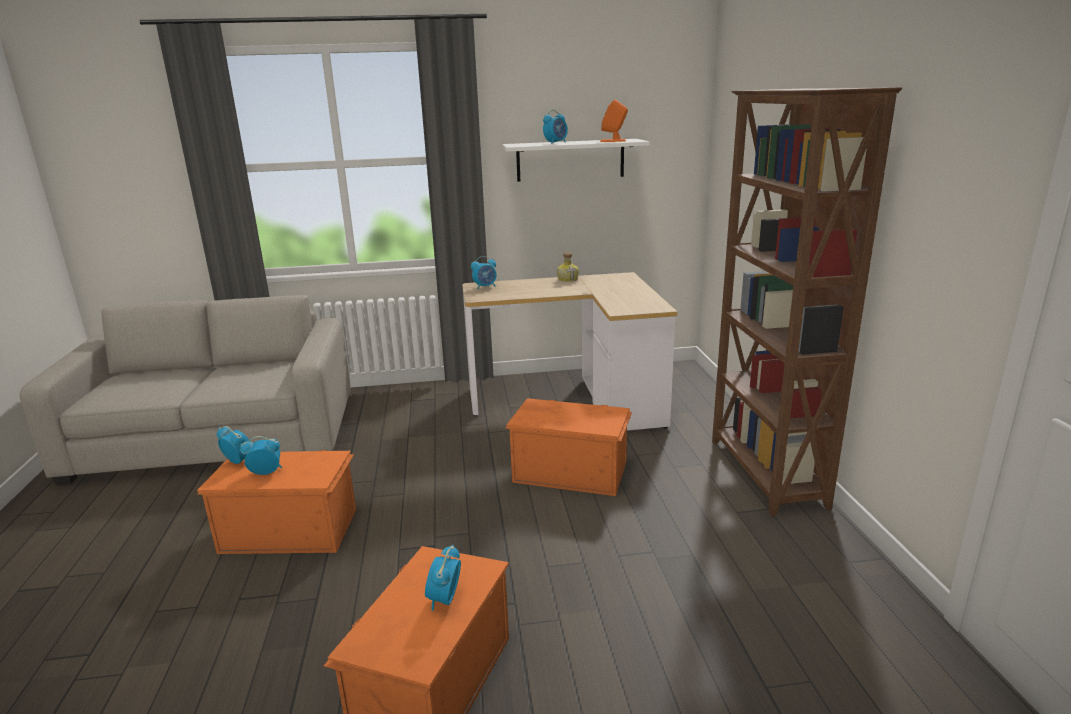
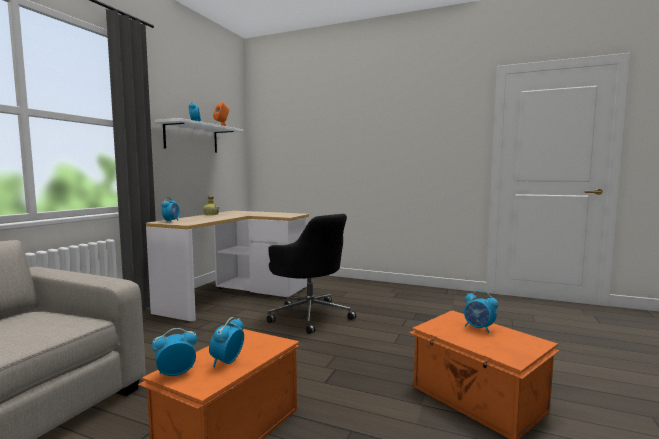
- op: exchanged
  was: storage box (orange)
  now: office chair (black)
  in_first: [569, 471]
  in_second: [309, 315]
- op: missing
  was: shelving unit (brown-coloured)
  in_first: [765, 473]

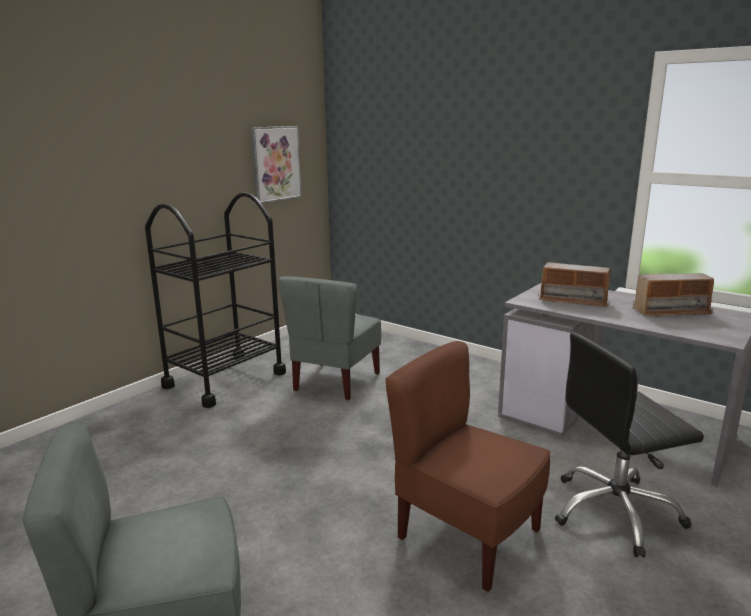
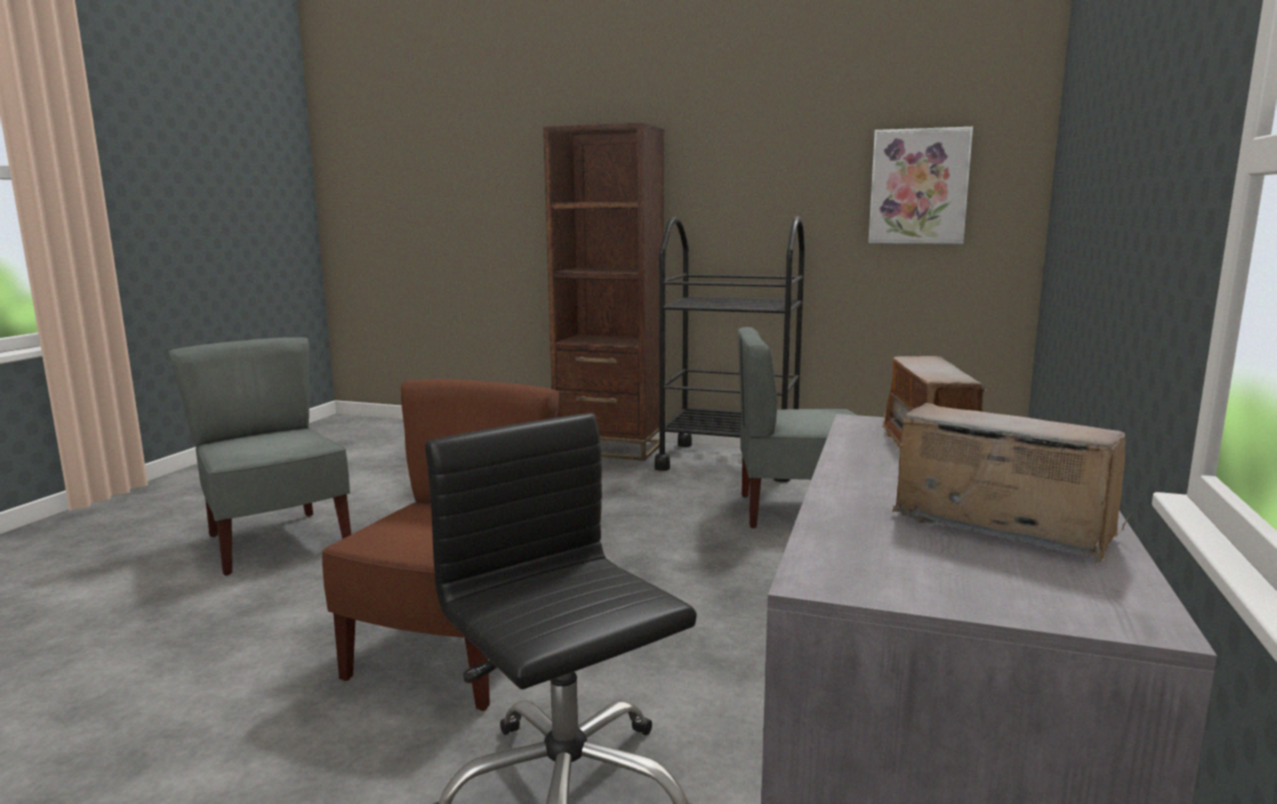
- op: appeared
  now: shelving unit (brown-coloured)
  in_second: [609, 447]
- op: spun
  was: radio receiver
  in_first: [670, 312]
  in_second: [998, 527]
  clockwise: 150

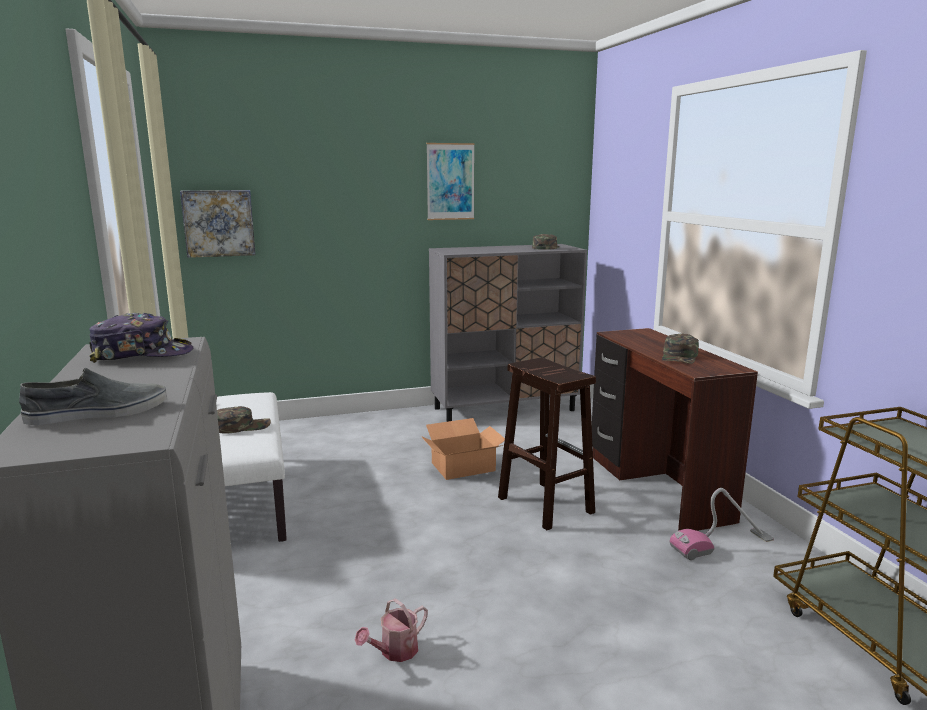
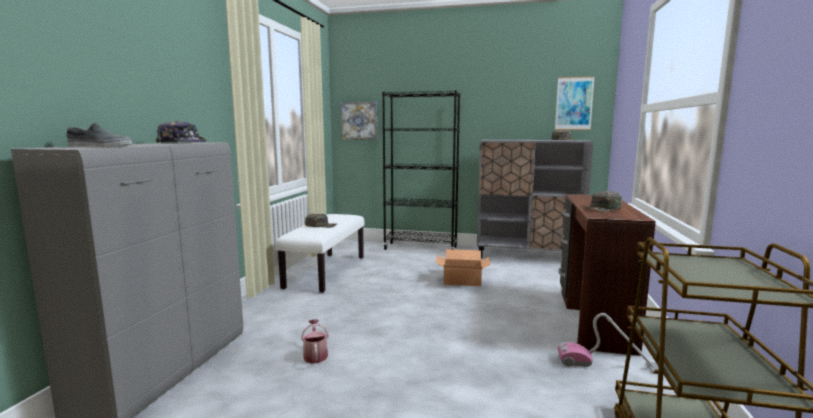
- op: spun
  was: watering can
  in_first: [394, 652]
  in_second: [315, 355]
  clockwise: 90
- op: appeared
  now: shelving unit (black)
  in_second: [421, 248]
- op: relocated
  was: picture
  in_first: [450, 181]
  in_second: [574, 103]
- op: missing
  was: stool (brown-coloured)
  in_first: [544, 504]

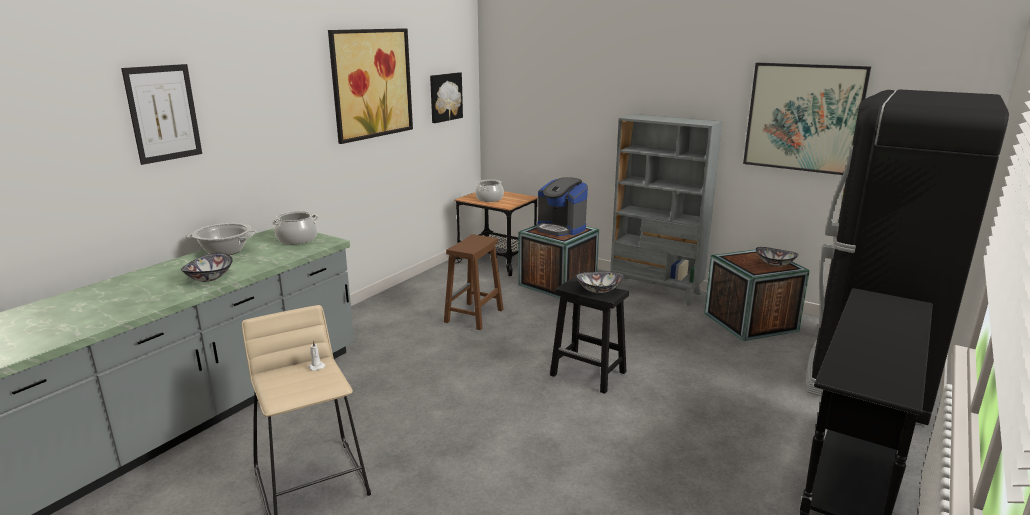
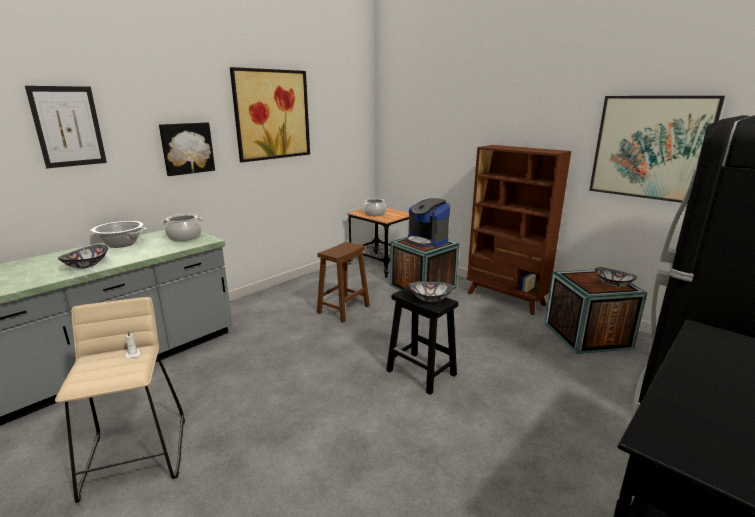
- op: relocated
  was: picture
  in_first: [445, 97]
  in_second: [187, 148]
- op: colour
  was: shelving unit (gray)
  now: shelving unit (brown-coloured)
  in_first: [656, 291]
  in_second: [505, 299]

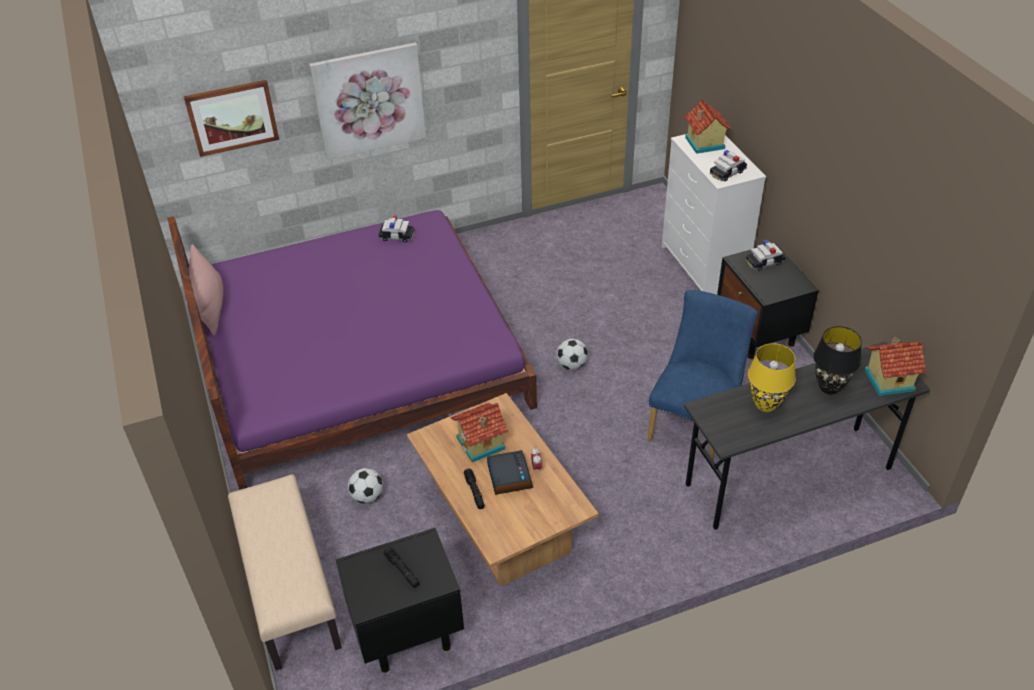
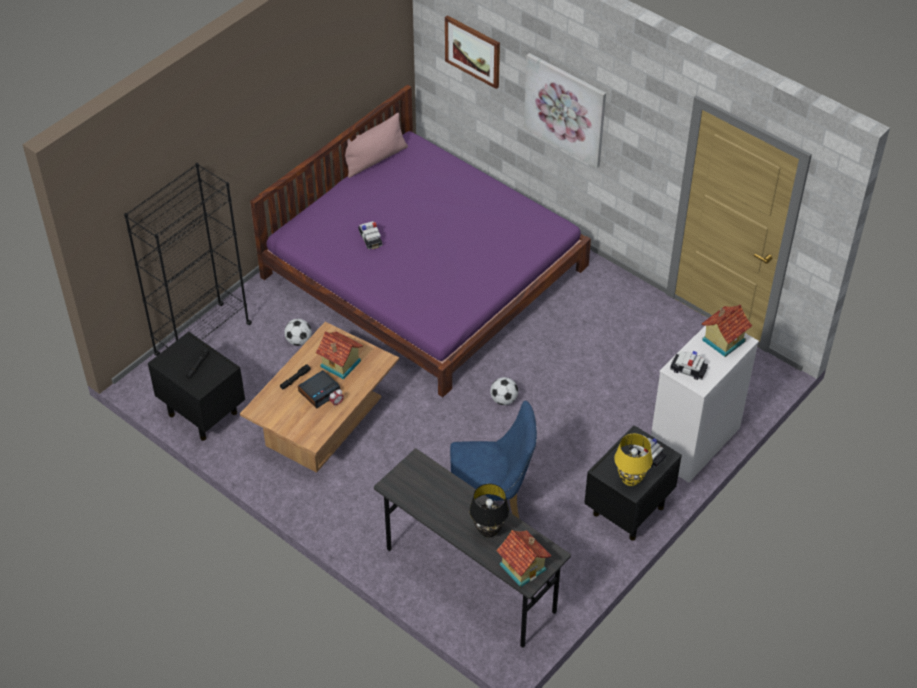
- op: exchanged
  was: indoor bench (sand-coloured)
  now: shelving unit (black)
  in_first: [289, 589]
  in_second: [202, 339]
- op: relocated
  was: toy car
  in_first: [397, 236]
  in_second: [370, 239]
- op: relocated
  was: table lamp (yellow)
  in_first: [765, 406]
  in_second: [630, 480]

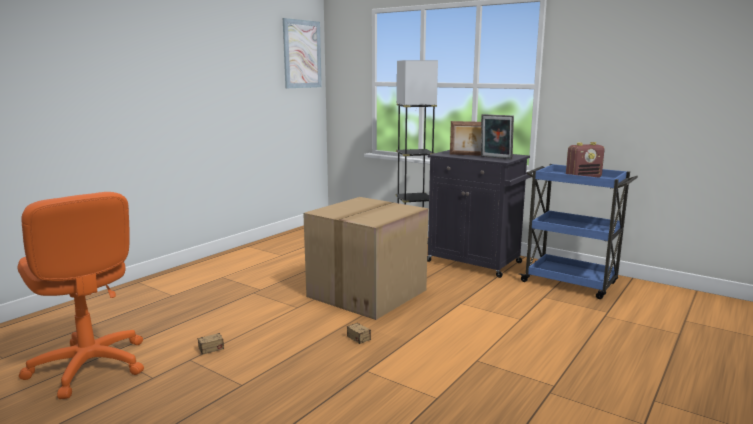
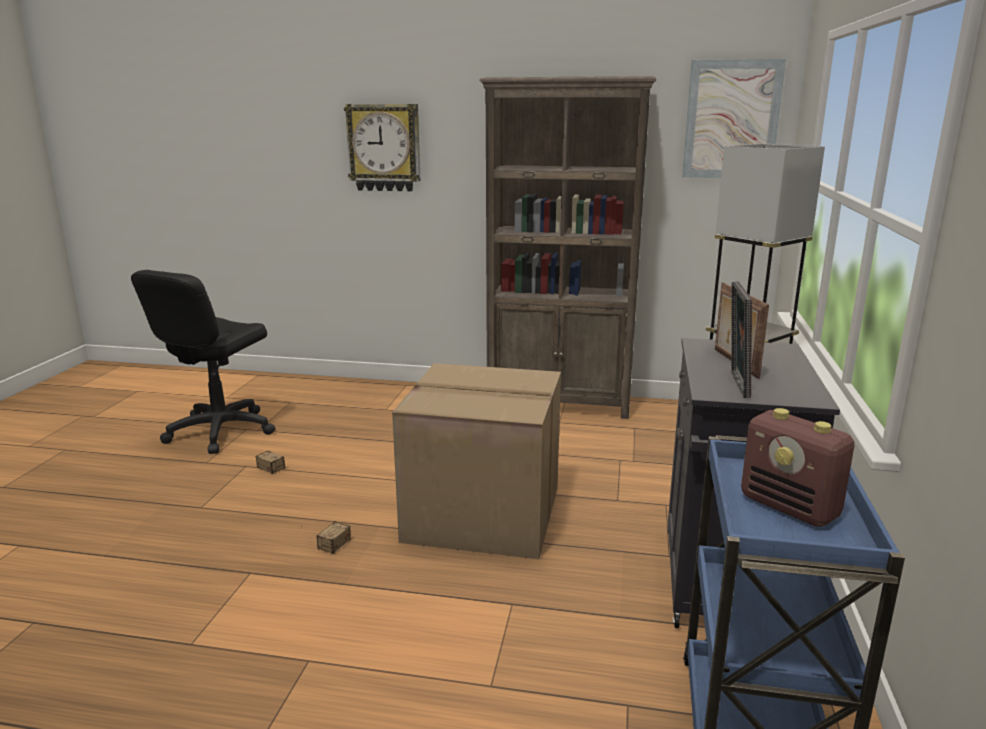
- op: colour
  was: office chair (orange)
  now: office chair (black)
  in_first: [89, 366]
  in_second: [220, 431]
- op: appeared
  now: hanging clock
  in_second: [384, 148]
- op: appeared
  now: shelving unit (brown-coloured)
  in_second: [560, 403]

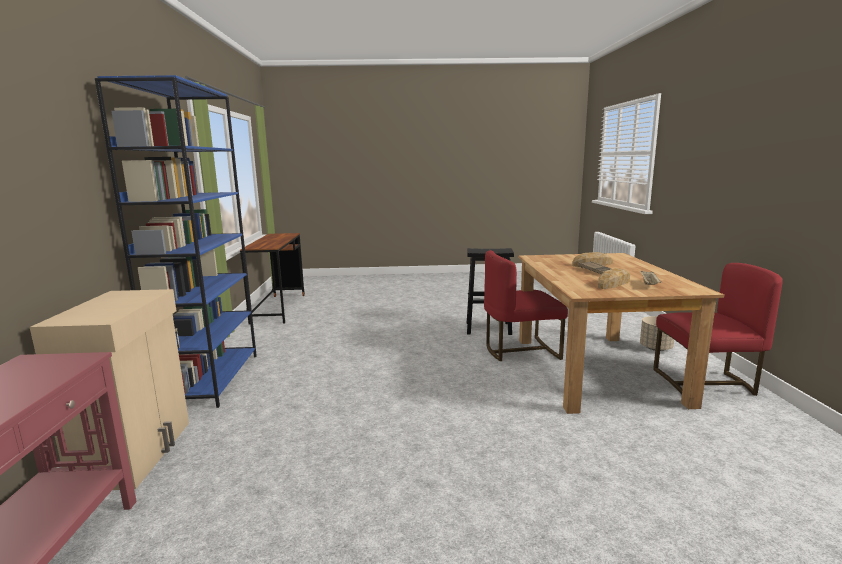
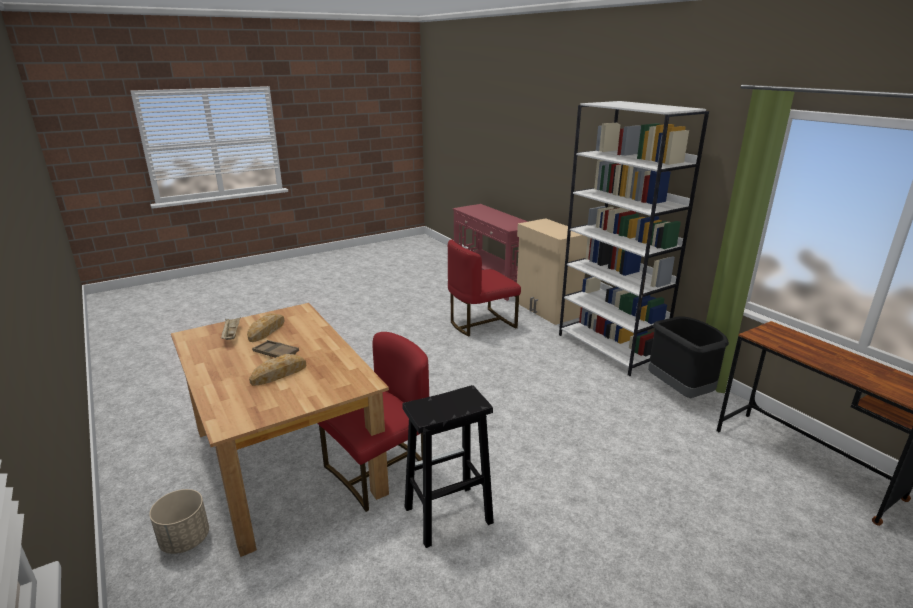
- op: relocated
  was: chair (red)
  in_first: [706, 384]
  in_second: [481, 323]
- op: colour
  was: shelving unit (bluish)
  now: shelving unit (white-coloured)
  in_first: [209, 379]
  in_second: [610, 348]
- op: appeared
  now: rubbish bin (black)
  in_second: [680, 392]

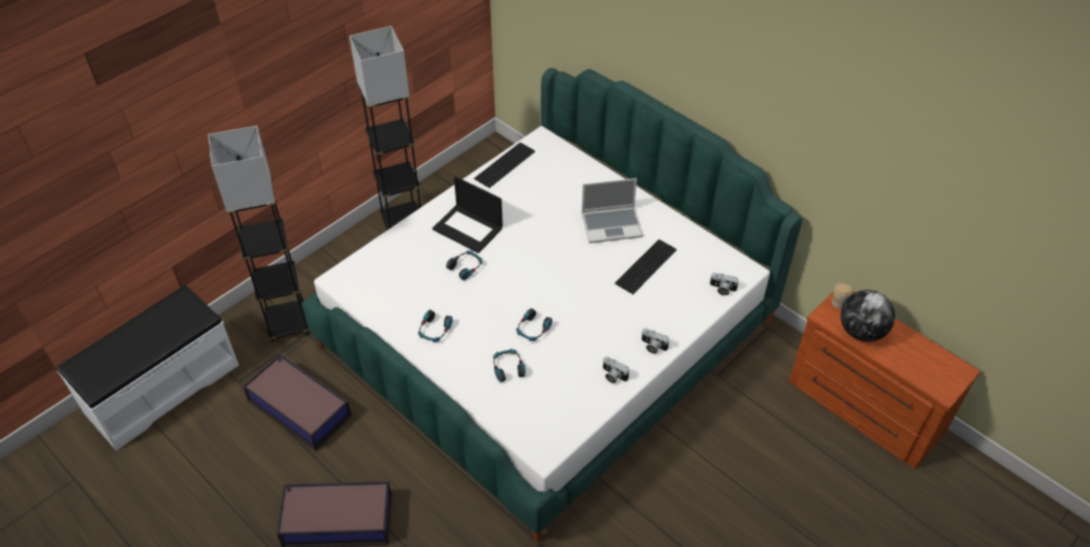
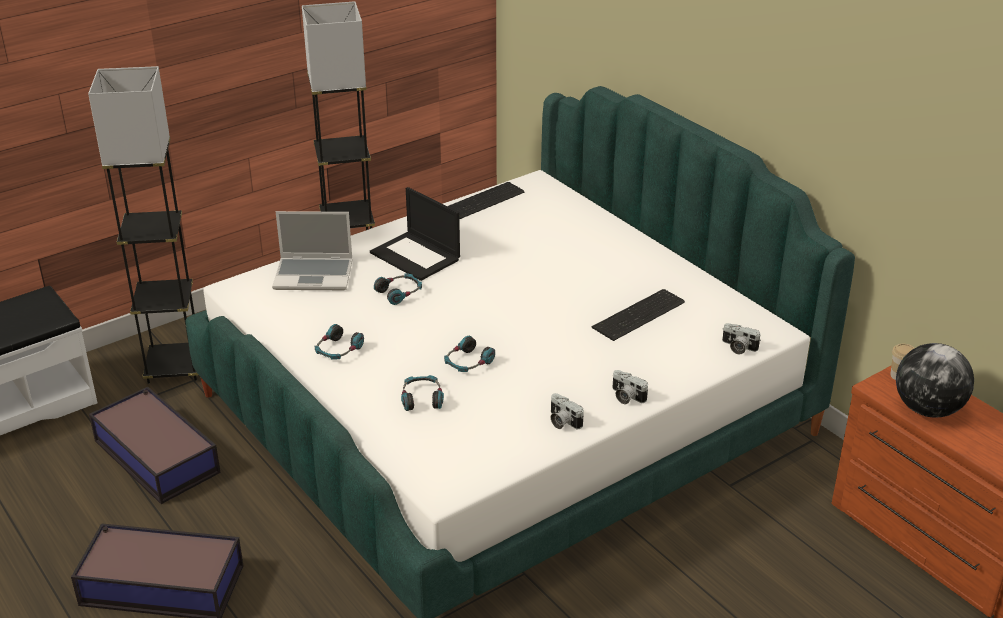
- op: relocated
  was: laptop
  in_first: [612, 225]
  in_second: [314, 275]

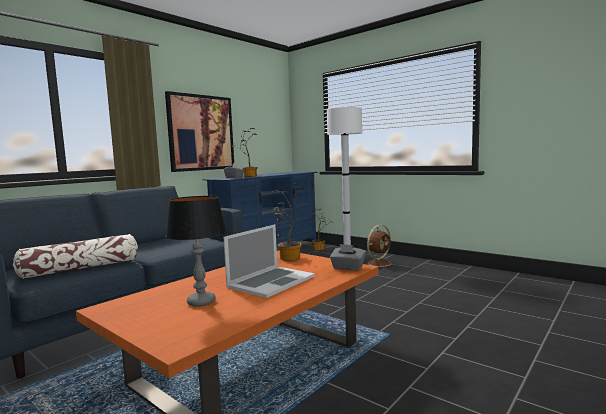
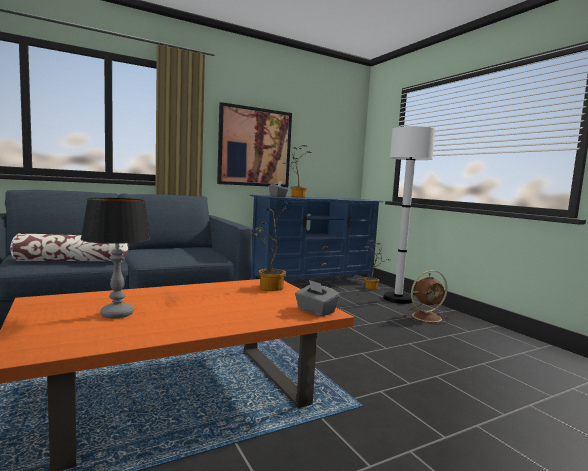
- op: missing
  was: laptop
  in_first: [271, 281]

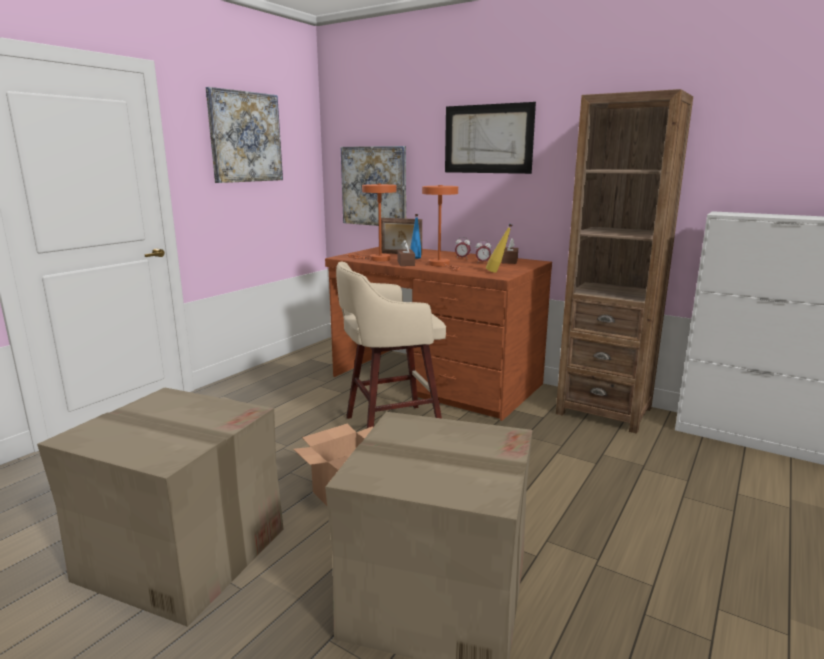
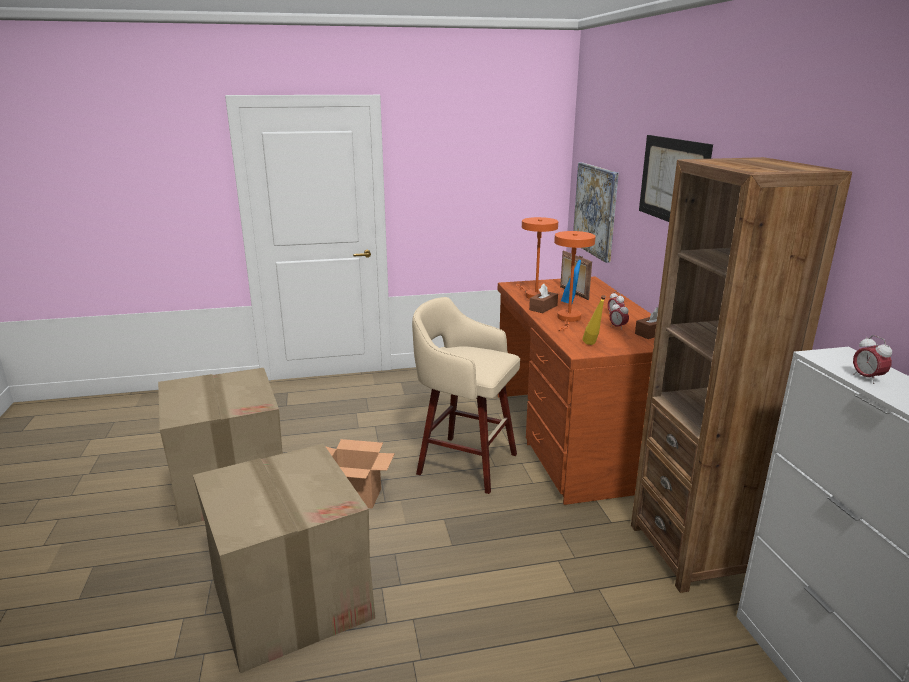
- op: appeared
  now: alarm clock
  in_second: [867, 378]
- op: missing
  was: picture
  in_first: [245, 137]

